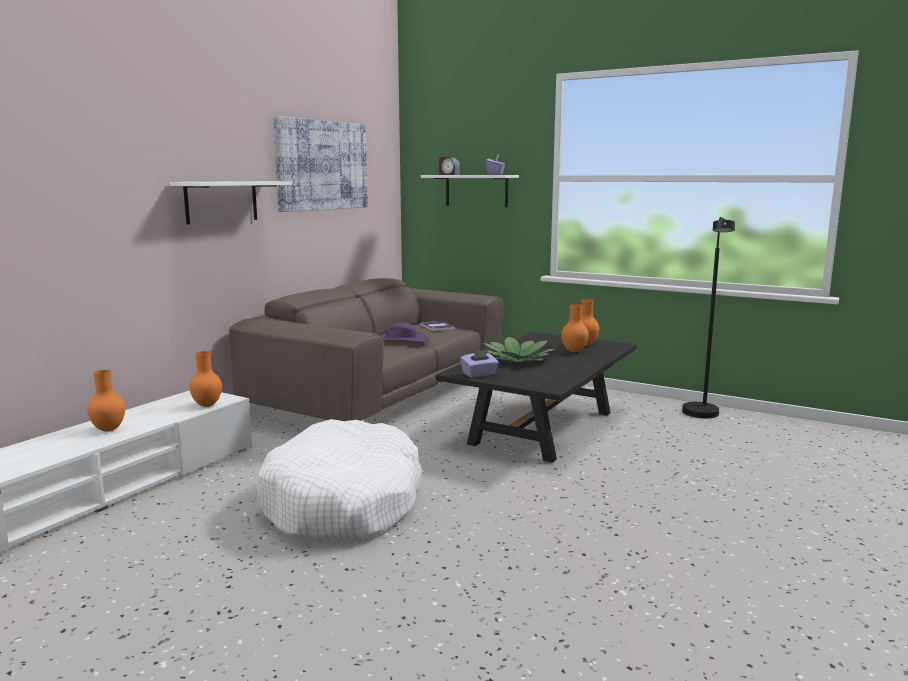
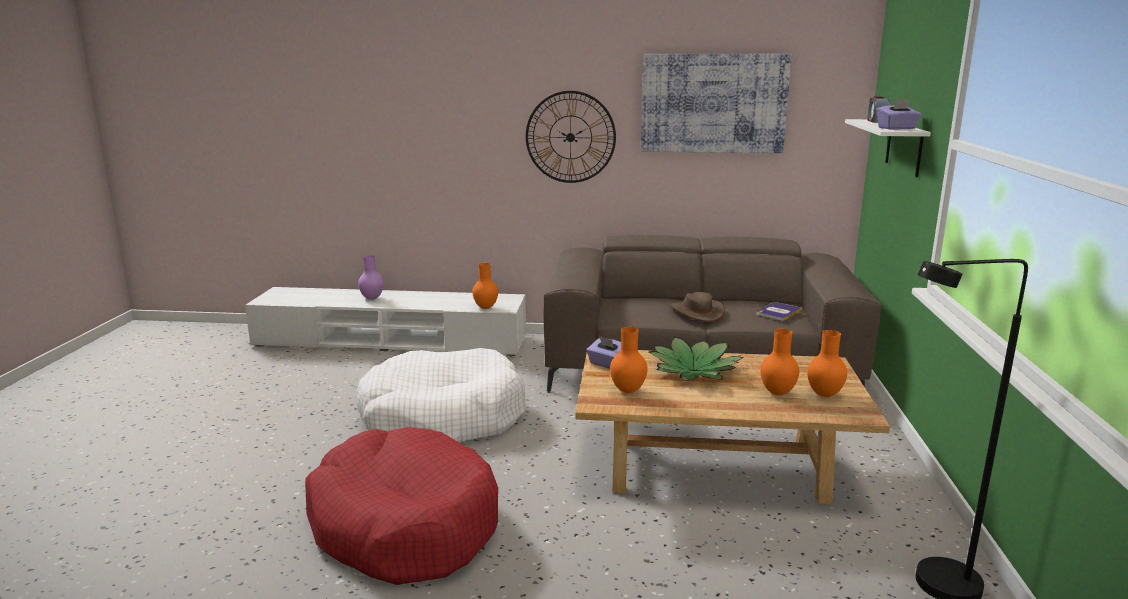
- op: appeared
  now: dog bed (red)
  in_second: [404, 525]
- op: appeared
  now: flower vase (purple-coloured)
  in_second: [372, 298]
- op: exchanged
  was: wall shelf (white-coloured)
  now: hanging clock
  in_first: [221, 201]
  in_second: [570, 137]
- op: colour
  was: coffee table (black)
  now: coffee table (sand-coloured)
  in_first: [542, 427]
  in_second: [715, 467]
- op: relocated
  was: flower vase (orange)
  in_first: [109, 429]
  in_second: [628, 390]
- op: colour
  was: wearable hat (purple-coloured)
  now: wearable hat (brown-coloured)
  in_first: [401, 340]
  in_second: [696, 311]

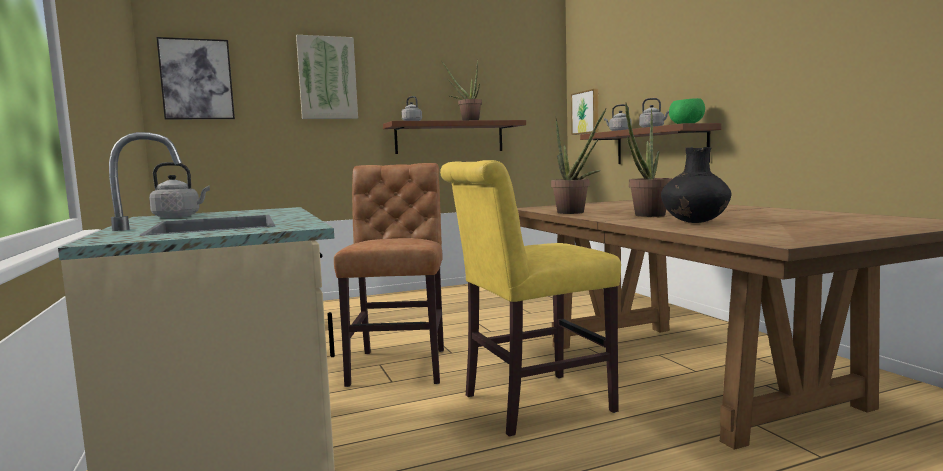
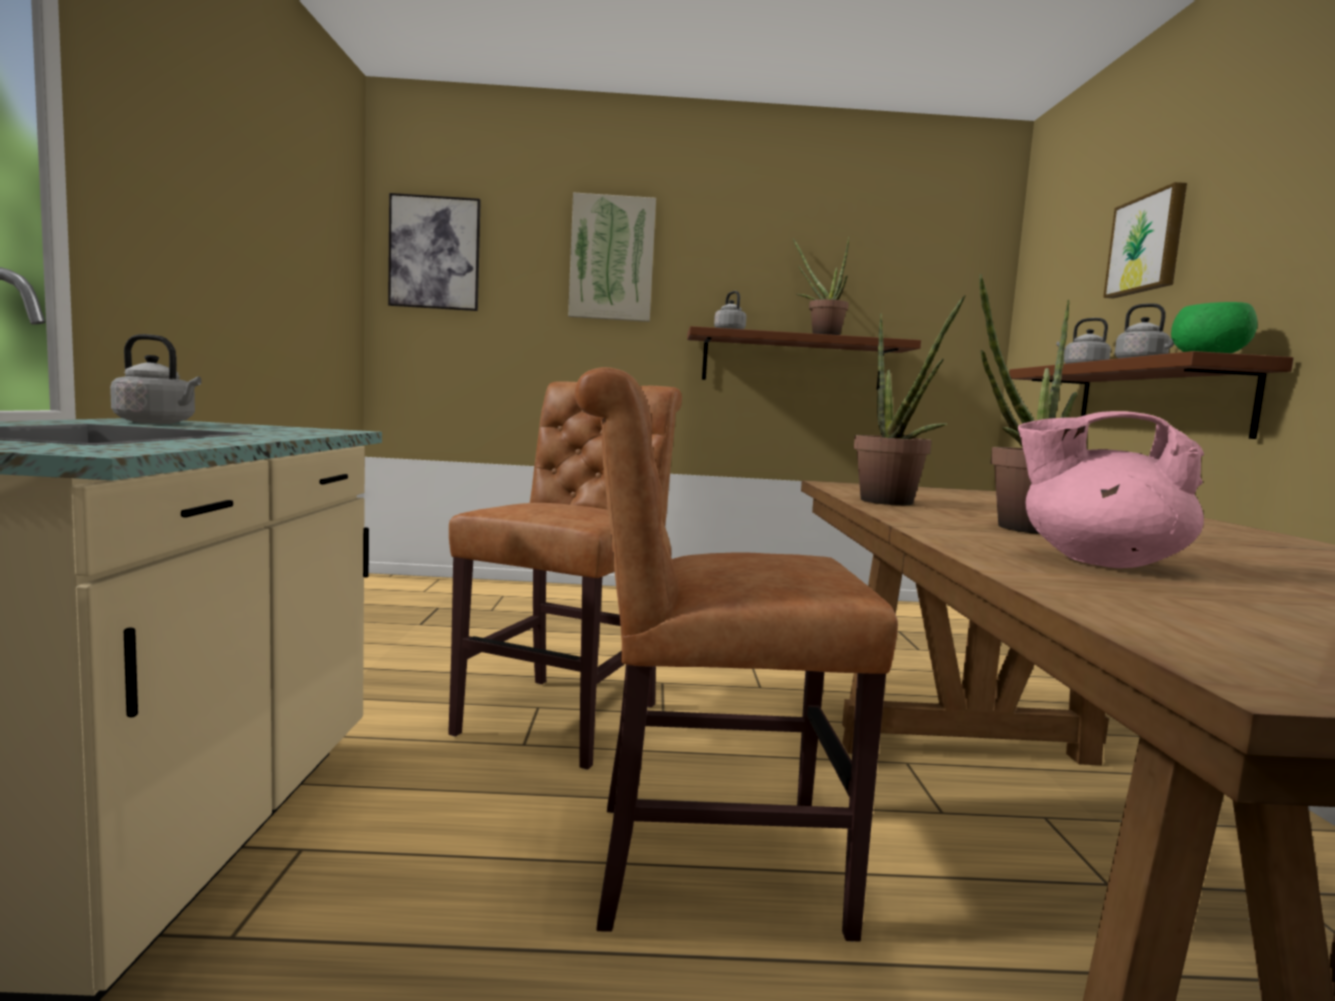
- op: colour
  was: chair (yellow)
  now: chair (brown-coloured)
  in_first: [530, 405]
  in_second: [700, 864]
- op: exchanged
  was: flower vase (black)
  now: tea pot (pink)
  in_first: [694, 222]
  in_second: [1098, 561]
- op: relocated
  was: picture
  in_first: [586, 112]
  in_second: [1147, 244]

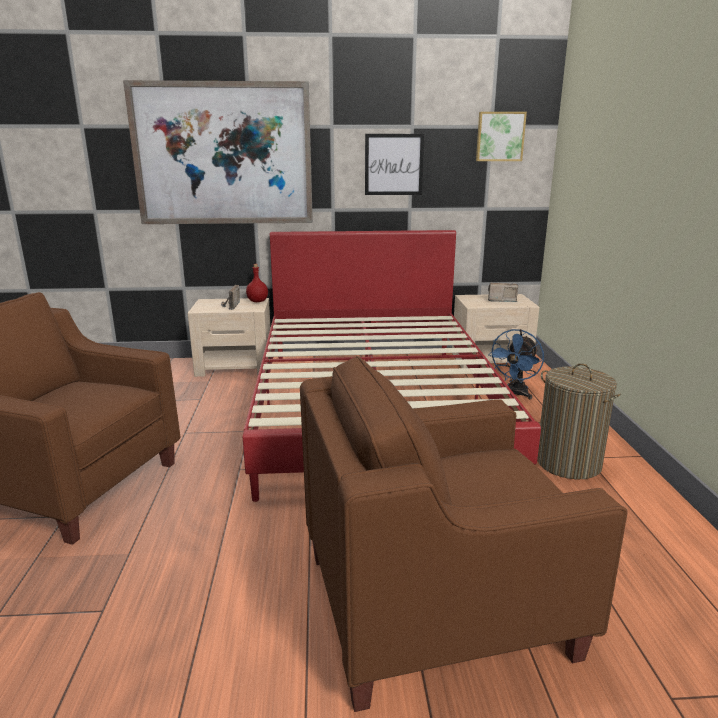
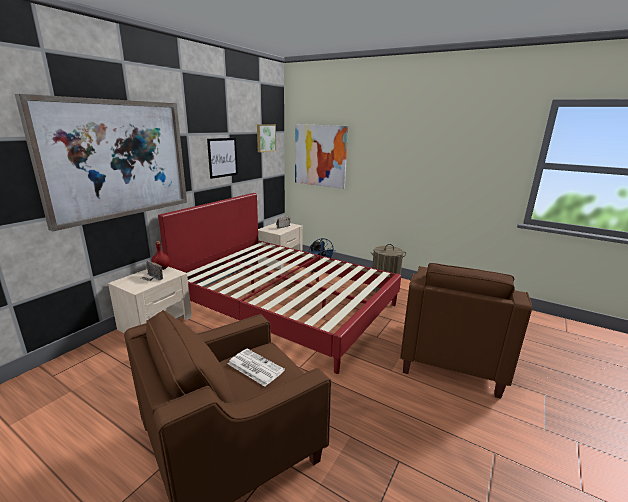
- op: appeared
  now: daily paper
  in_second: [254, 367]
- op: appeared
  now: picture
  in_second: [320, 156]

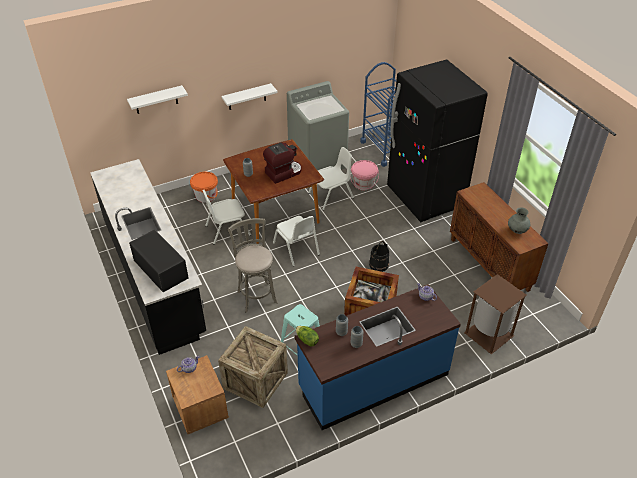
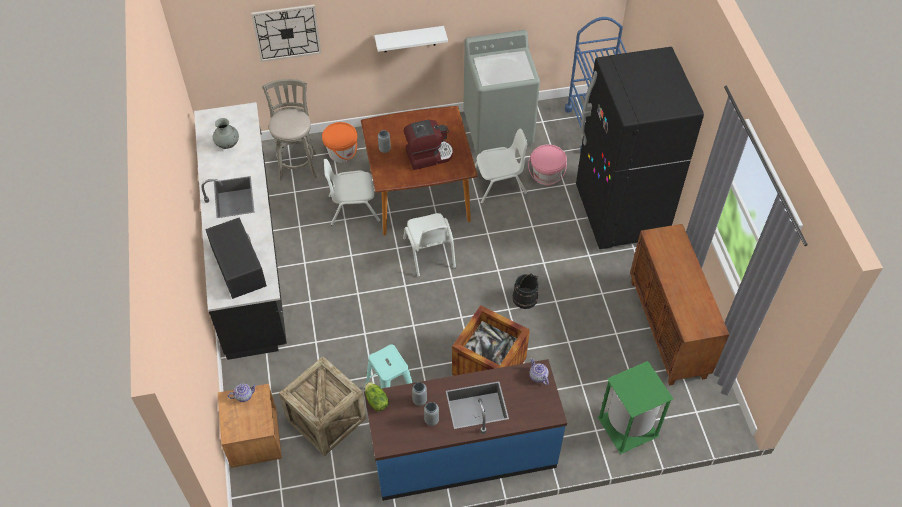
- op: relocated
  was: flower vase (gray)
  in_first: [517, 231]
  in_second: [228, 144]
- op: exchanged
  was: wall shelf (white-coloured)
  now: hanging clock
  in_first: [156, 100]
  in_second: [287, 32]
- op: relocated
  was: stool (gray)
  in_first: [256, 295]
  in_second: [297, 165]
- op: colour
  was: rubbish bin (brown-coloured)
  now: rubbish bin (greenish)
  in_first: [488, 335]
  in_second: [627, 427]

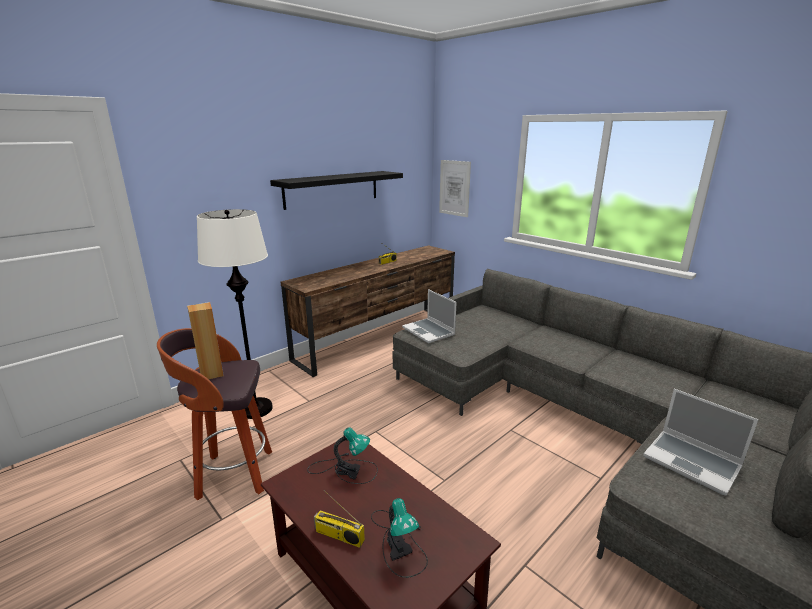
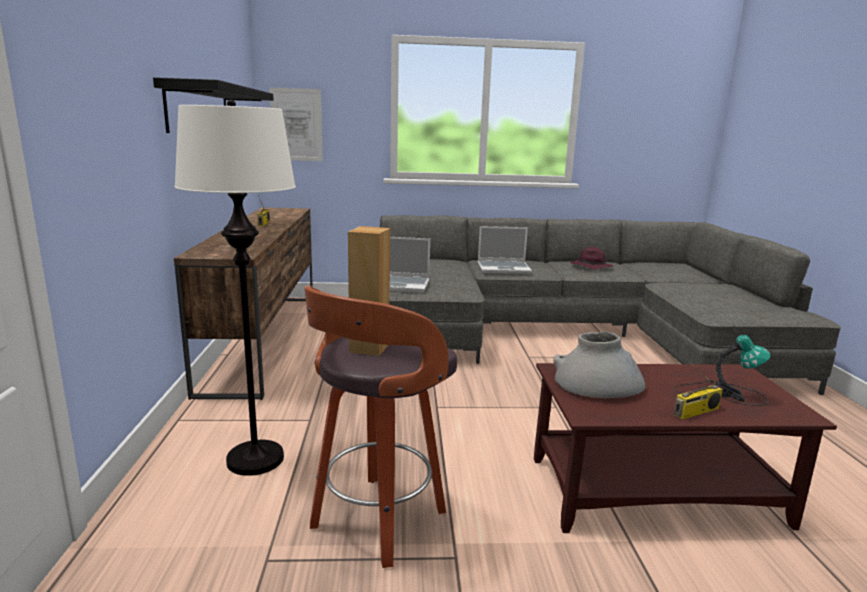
- op: relocated
  was: laptop
  in_first: [693, 462]
  in_second: [504, 268]
- op: exchanged
  was: table lamp
  now: flower vase (gray)
  in_first: [345, 469]
  in_second: [597, 382]
- op: appeared
  now: wearable hat (purple-coloured)
  in_second: [590, 267]

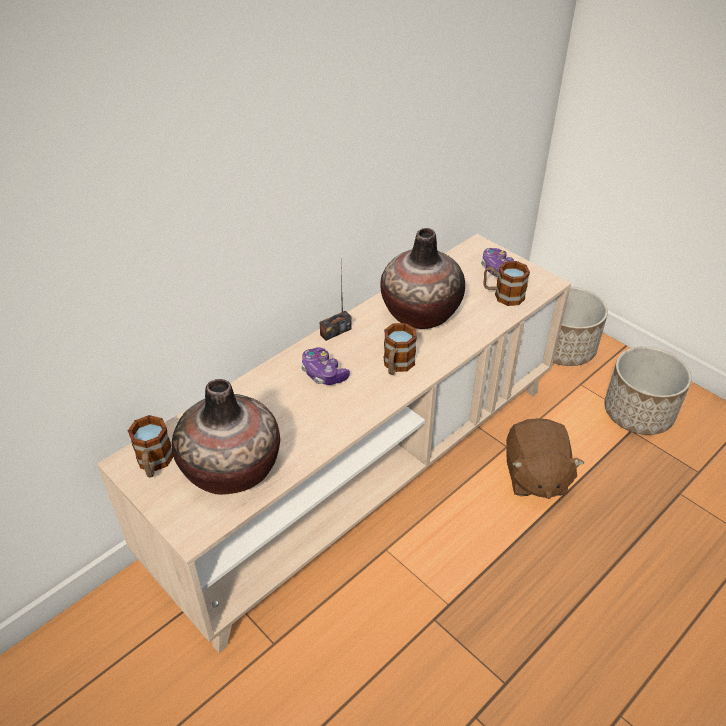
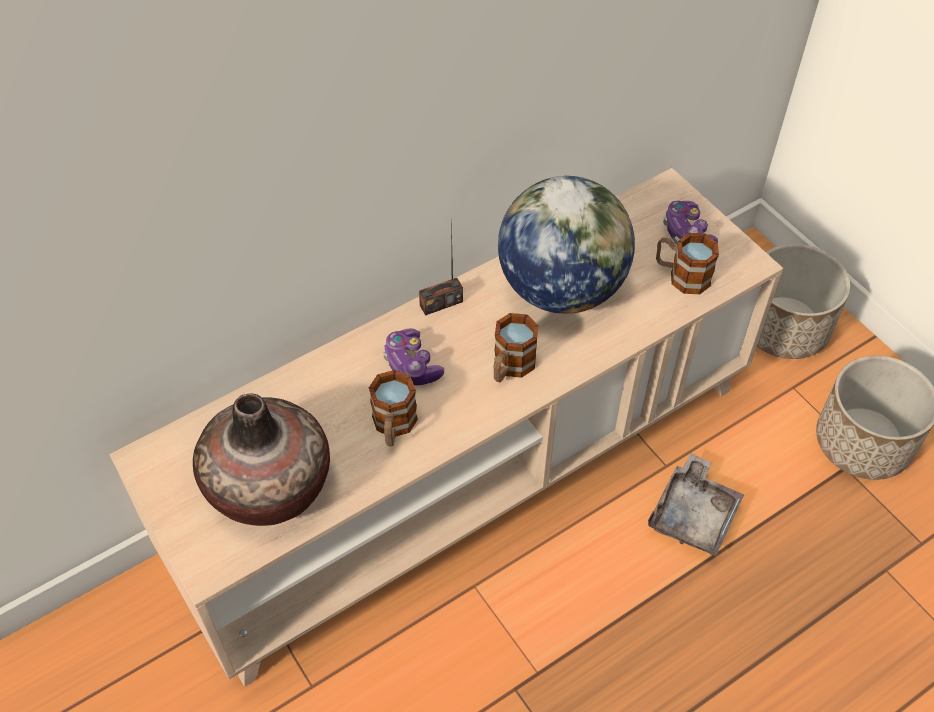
- op: relocated
  was: coffee mug
  in_first: [154, 463]
  in_second: [393, 426]
- op: exchanged
  was: flower vase
  now: desk globe
  in_first: [420, 313]
  in_second: [561, 289]
- op: exchanged
  was: plush toy (brown-coloured)
  now: serving tray (gray)
  in_first: [535, 476]
  in_second: [693, 514]

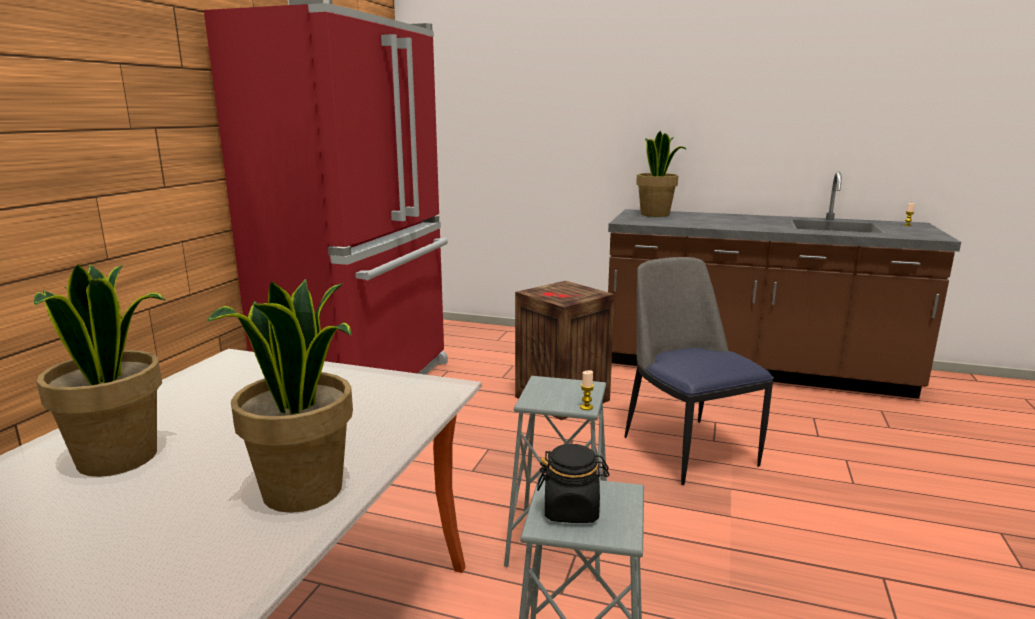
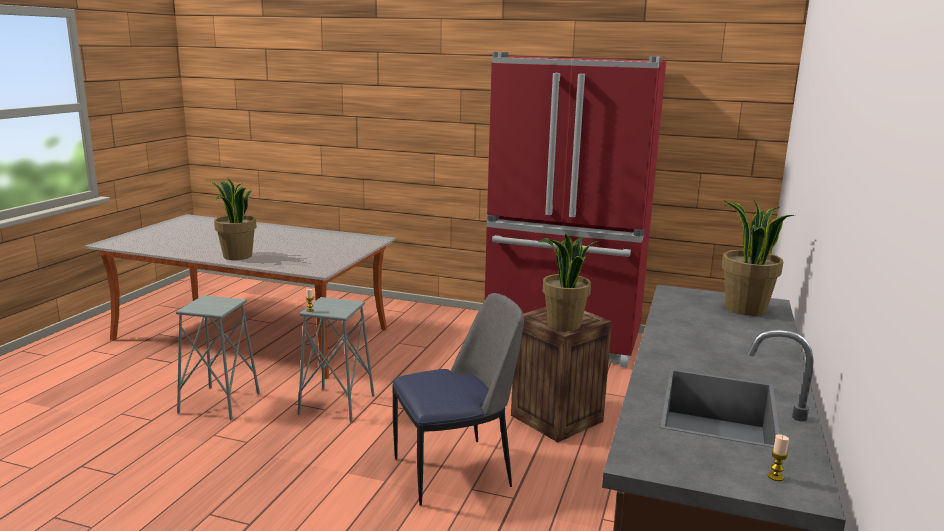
- op: relocated
  was: plant in a pot
  in_first: [120, 458]
  in_second: [564, 325]
- op: missing
  was: storage jar (black)
  in_first: [571, 510]

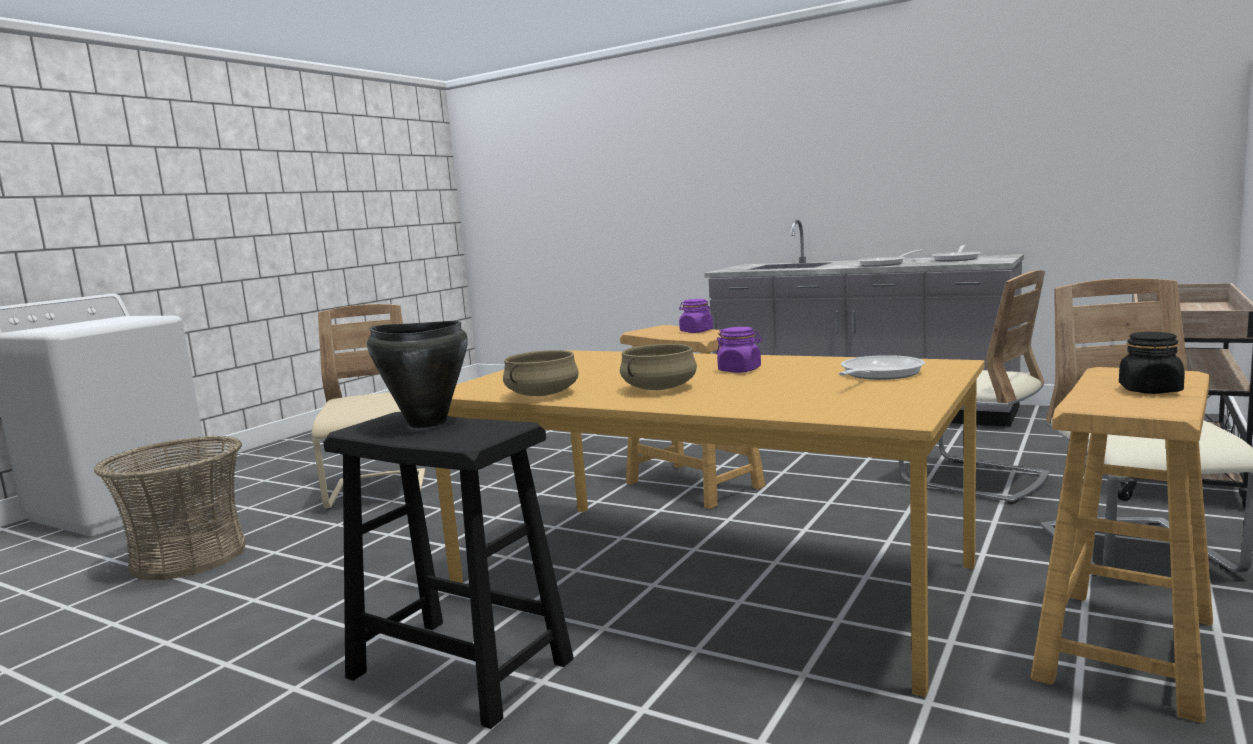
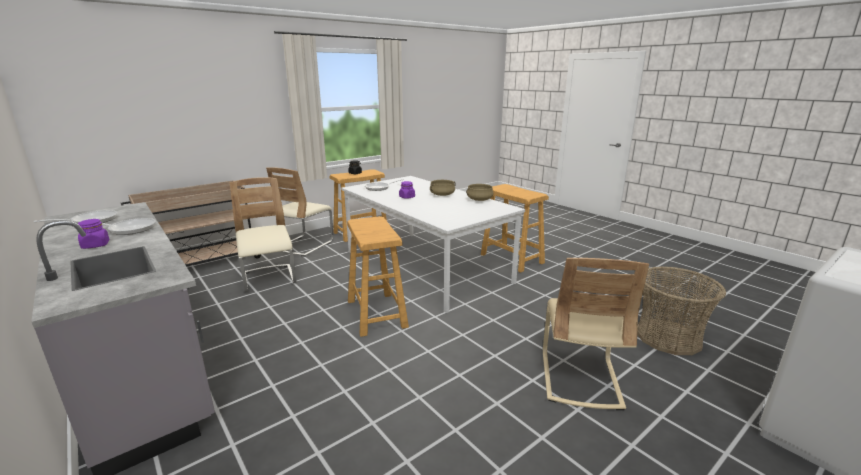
- op: relocated
  was: storage jar (purple-coloured)
  in_first: [696, 331]
  in_second: [96, 245]
- op: colour
  was: dining table (orange)
  now: dining table (white-coloured)
  in_first: [705, 578]
  in_second: [426, 266]
- op: colour
  was: stool (black)
  now: stool (sand-coloured)
  in_first: [459, 668]
  in_second: [512, 259]
- op: missing
  was: stockpot (black)
  in_first: [426, 423]

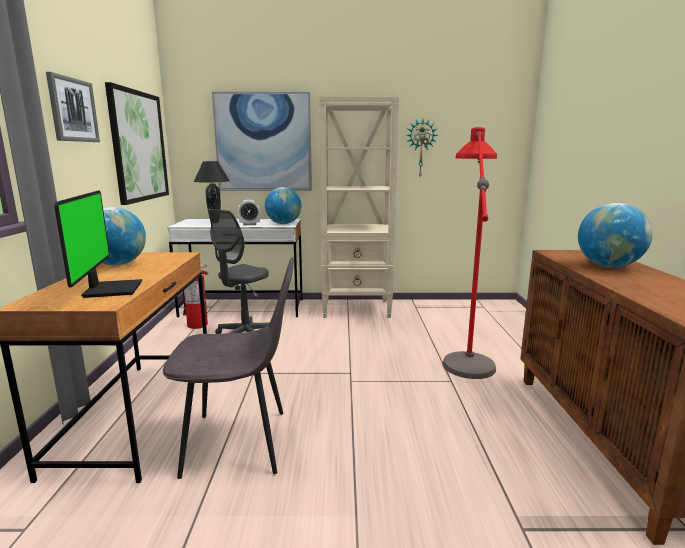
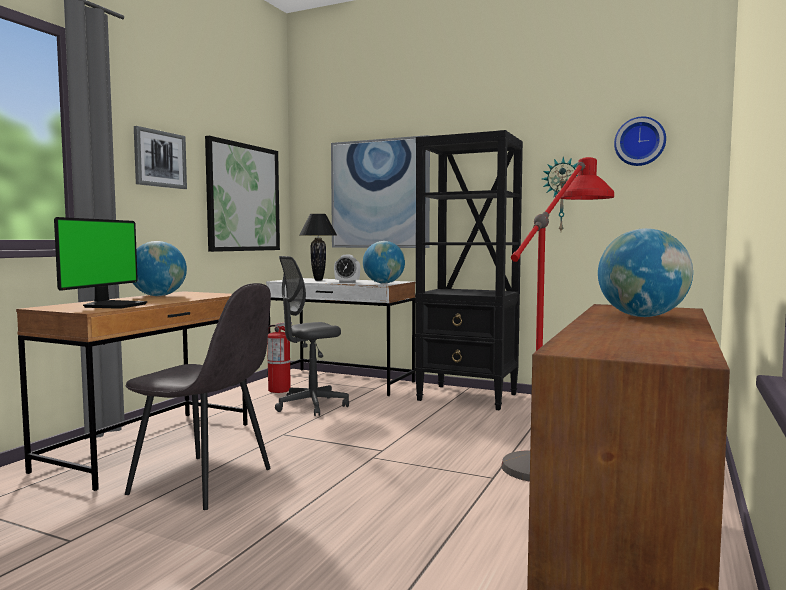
- op: colour
  was: shelving unit (sand-coloured)
  now: shelving unit (black)
  in_first: [357, 309]
  in_second: [468, 397]
- op: appeared
  now: hanging clock
  in_second: [640, 142]

